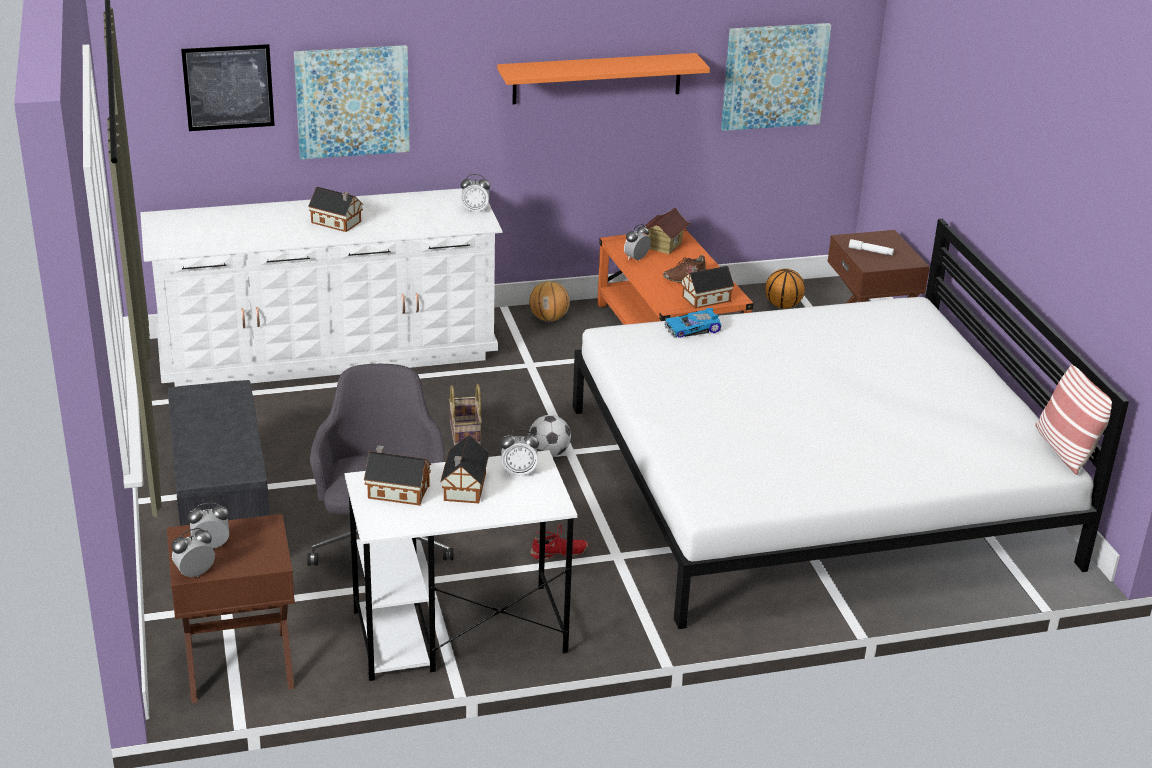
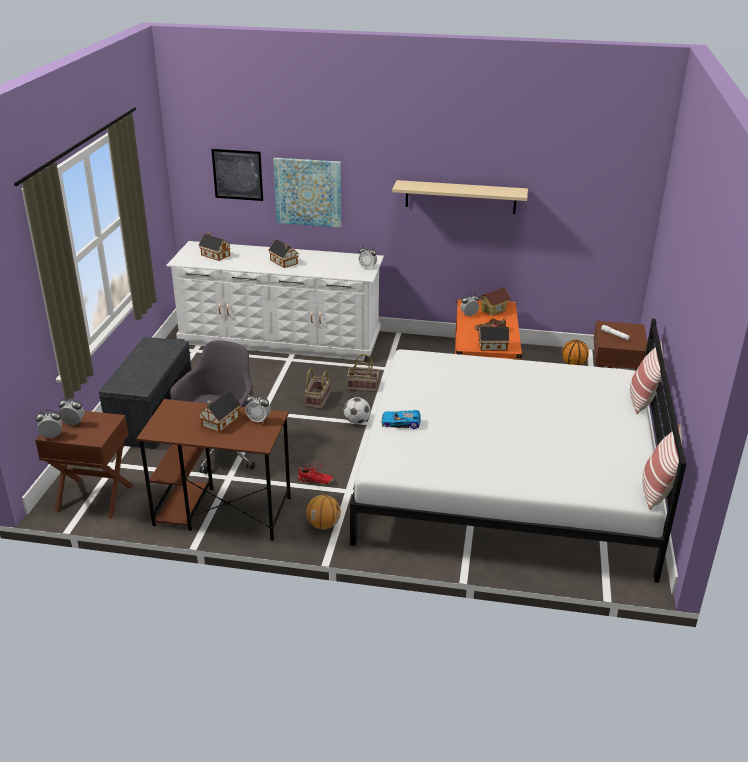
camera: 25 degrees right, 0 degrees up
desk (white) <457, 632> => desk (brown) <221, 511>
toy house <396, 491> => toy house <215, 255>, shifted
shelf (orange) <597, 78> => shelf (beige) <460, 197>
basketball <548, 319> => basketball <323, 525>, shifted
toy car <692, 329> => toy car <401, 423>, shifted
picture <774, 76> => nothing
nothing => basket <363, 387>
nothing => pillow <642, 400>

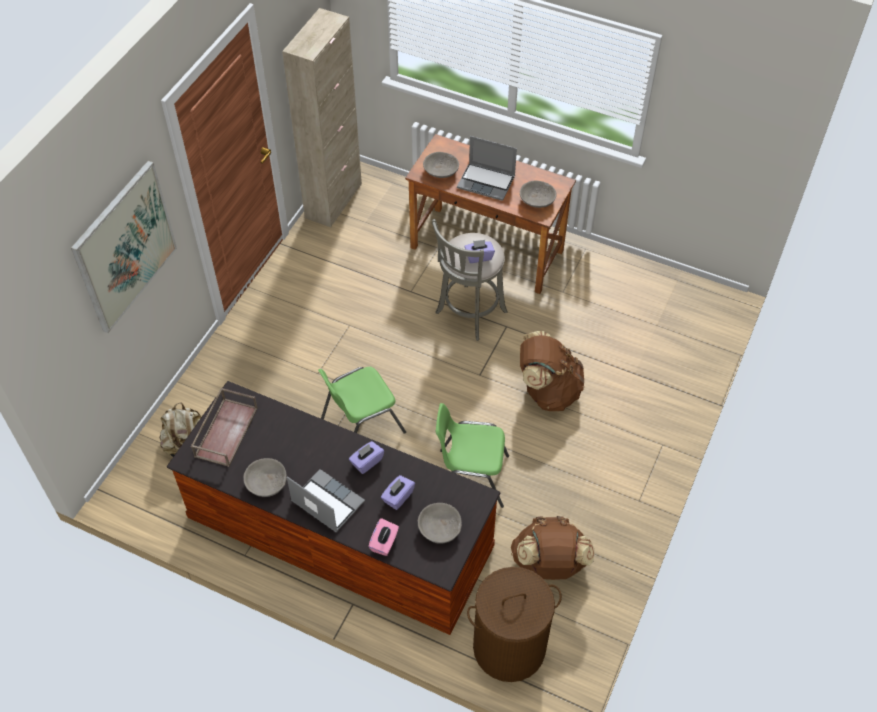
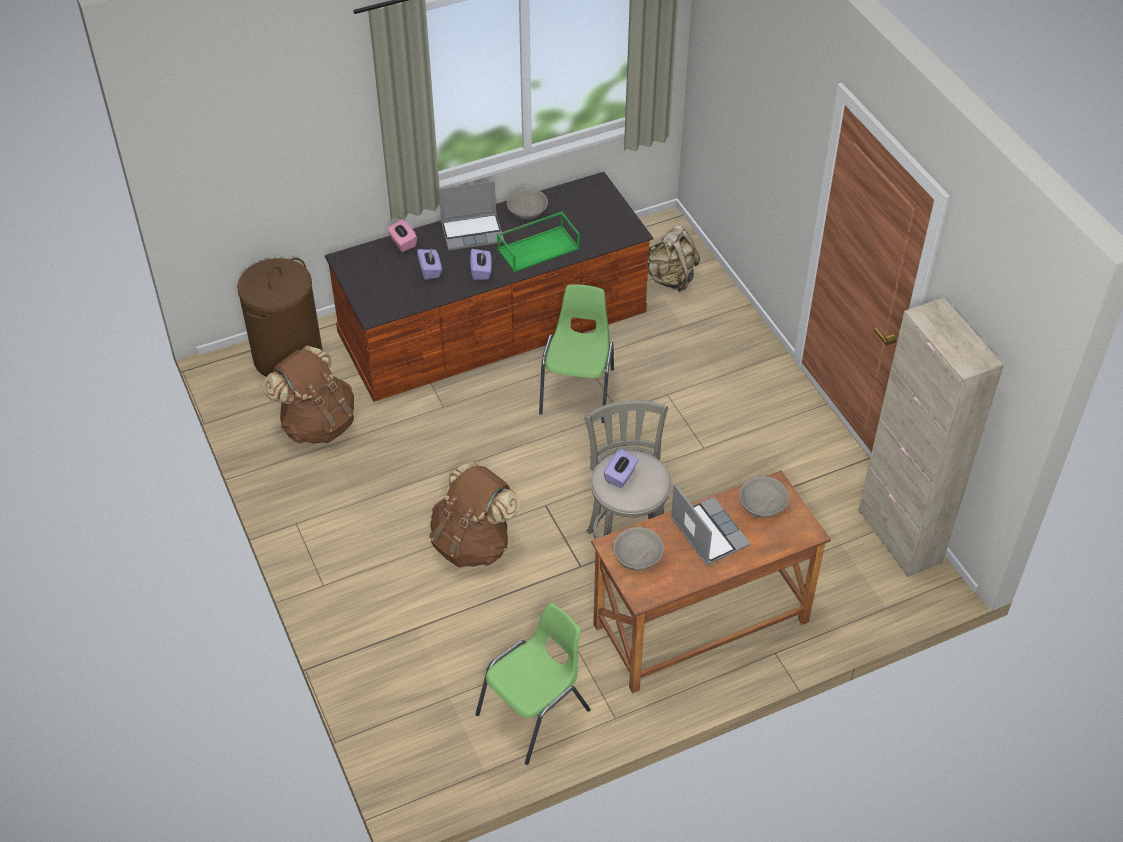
camera: 130 degrees right, 5 degrees down
picture <125, 247> => nothing
tray (brown) <226, 431> => nothing
bowl (grey) <439, 528> => nothing
chair (green) <470, 476> => chair (green) <535, 712>, shifted
laptop <487, 182> => laptop <708, 532>, 90 degrees clockwise
nothing => tray (green) <538, 248>

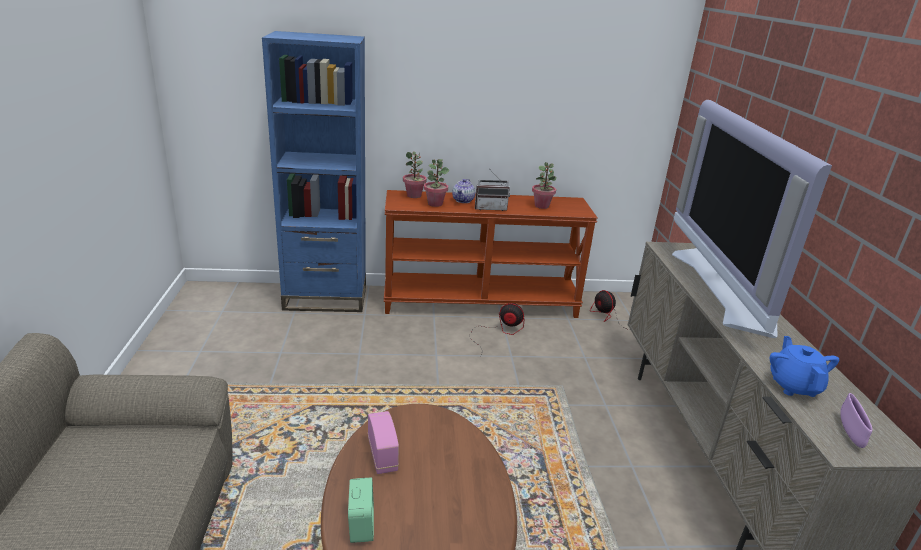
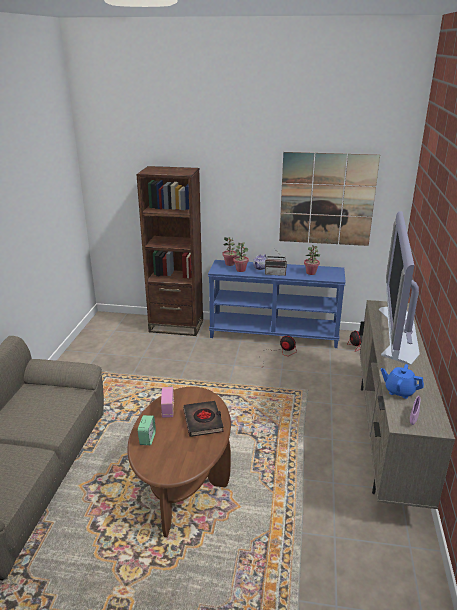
camera: 15 degrees right, 0 degrees up
bookcase (blue) <325, 298> => bookcase (brown) <176, 326>
console table (brown) <480, 302> => console table (blue) <274, 334>
teapot (blue) <793, 386> => teapot (blue) <399, 391>, 75 degrees counterclockwise
nothing => book (black) <203, 421>
nothing => picture <327, 199>

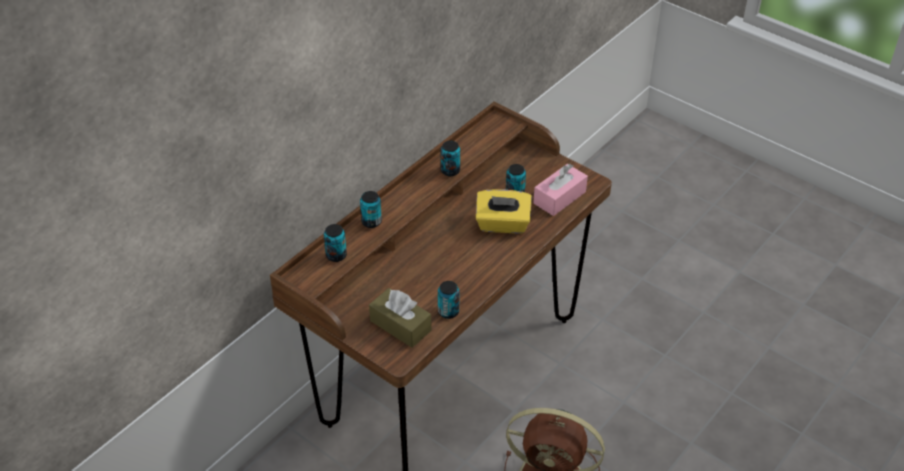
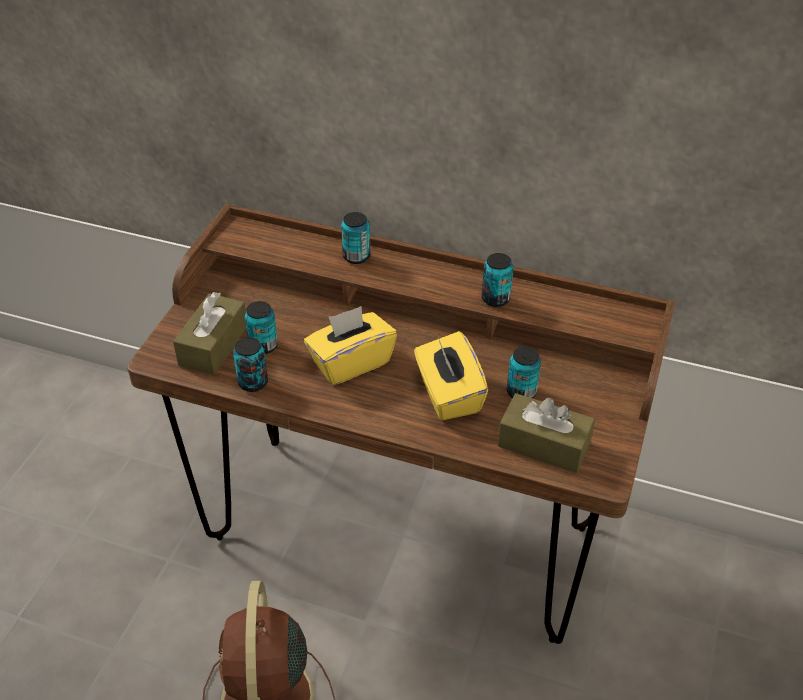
camera: 70 degrees right, 0 degrees up
can <336, 255> => can <263, 346>, shifted
tissue box (pink) <559, 197> => tissue box (brown) <544, 444>
nothing => tissue box (yellow) <351, 362>

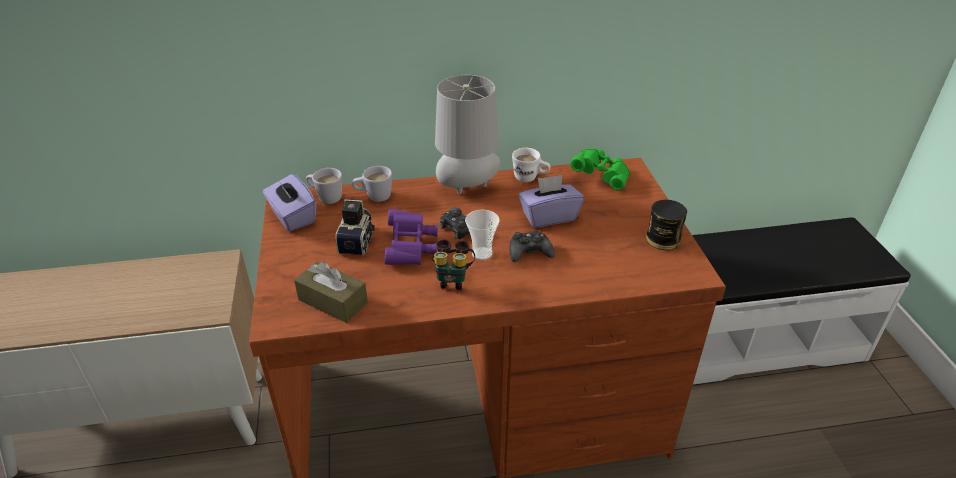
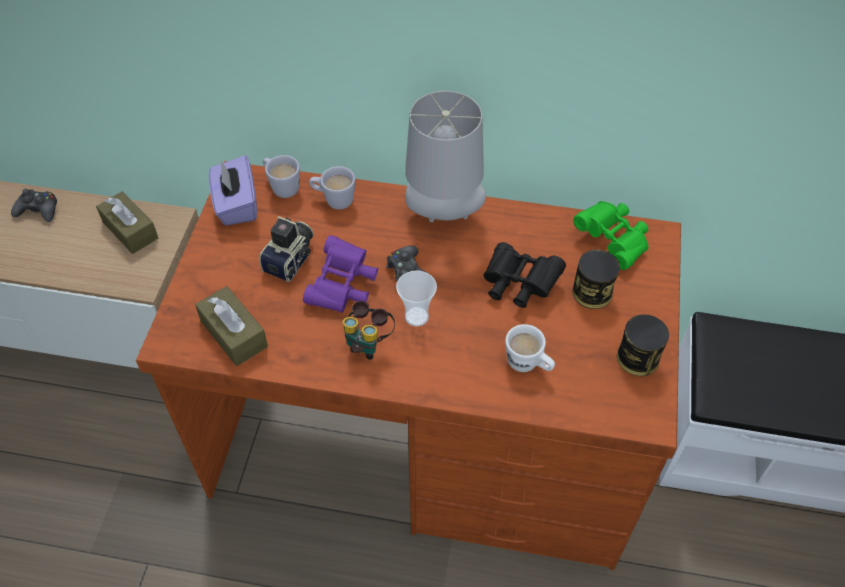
camera: 20 degrees right, 15 degrees up
game controller (black) <529, 252> => game controller (black) <38, 210>, shifted
mug (white) <530, 178> => mug (white) <528, 365>, shifted
tissue box (purple) <549, 216> => binoculars (black) <518, 284>
nothing => tissue box (brown) <130, 230>
nothing => can <592, 292>

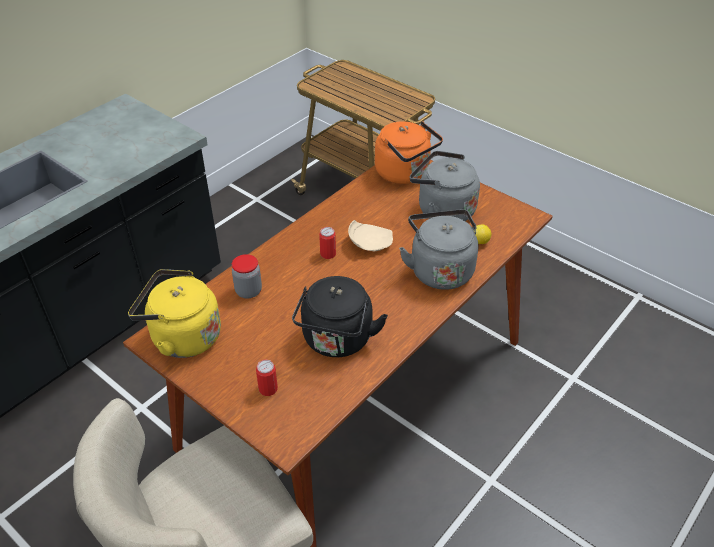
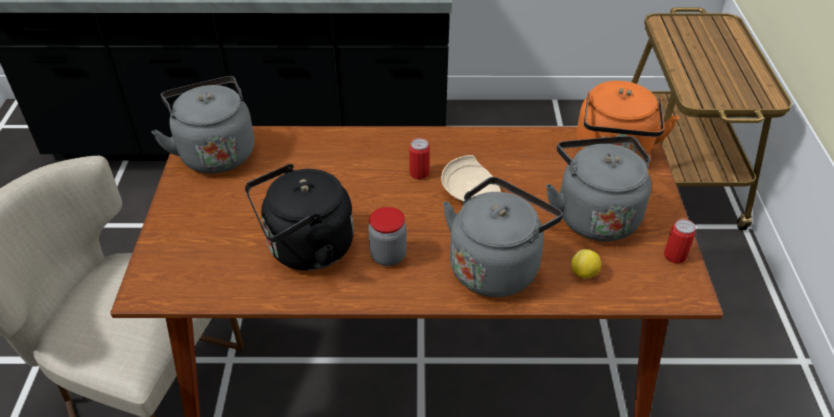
camera: 50 degrees right, 0 degrees up
kettle (yellow) <182, 337> => kettle (grey) <215, 152>
jar <248, 291> => jar <388, 256>, shifted
can <268, 389> => can <675, 256>, shifted

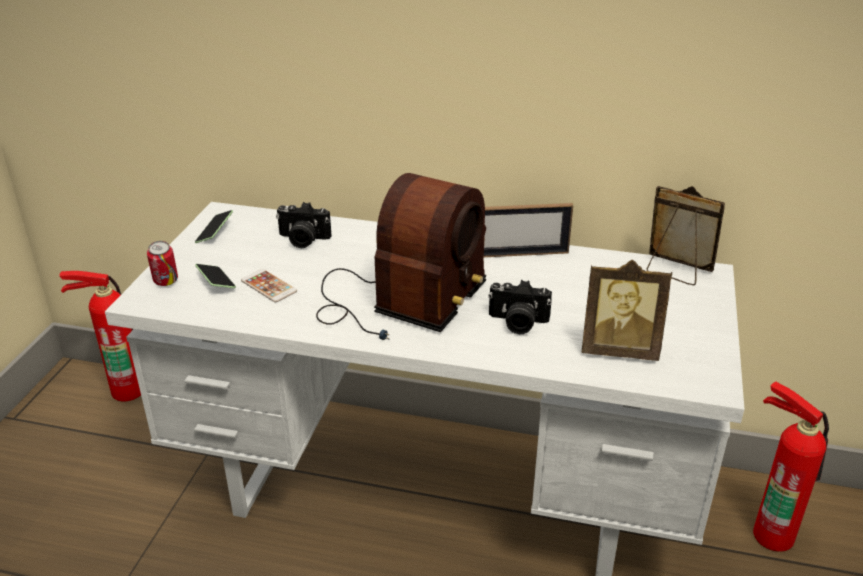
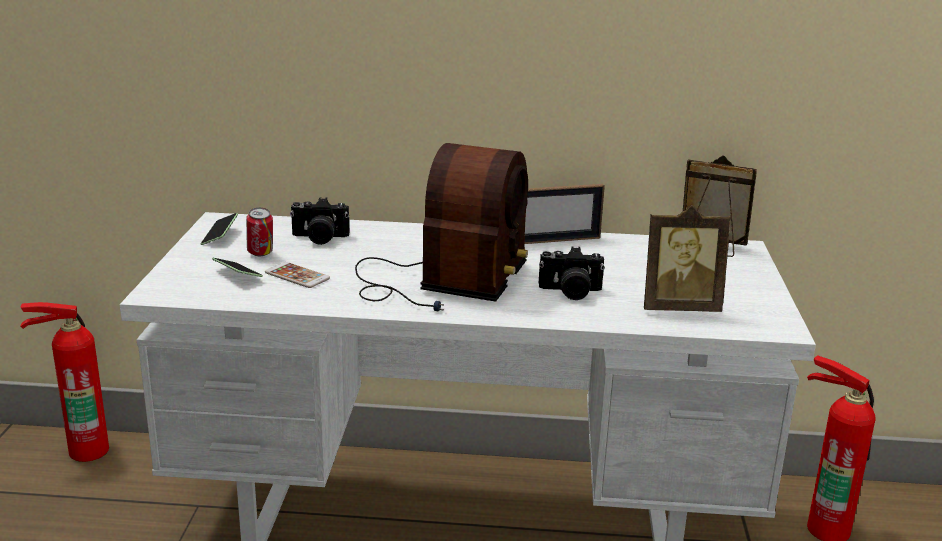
camera: 10 degrees left, 10 degrees down
can <166, 283> => can <261, 254>, shifted

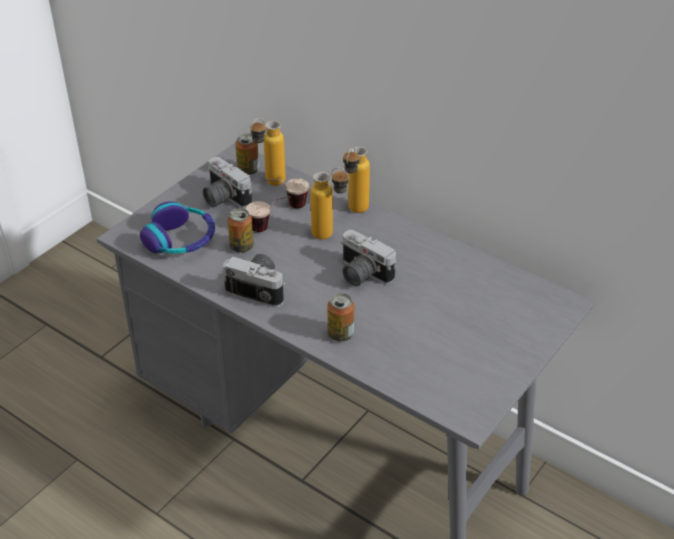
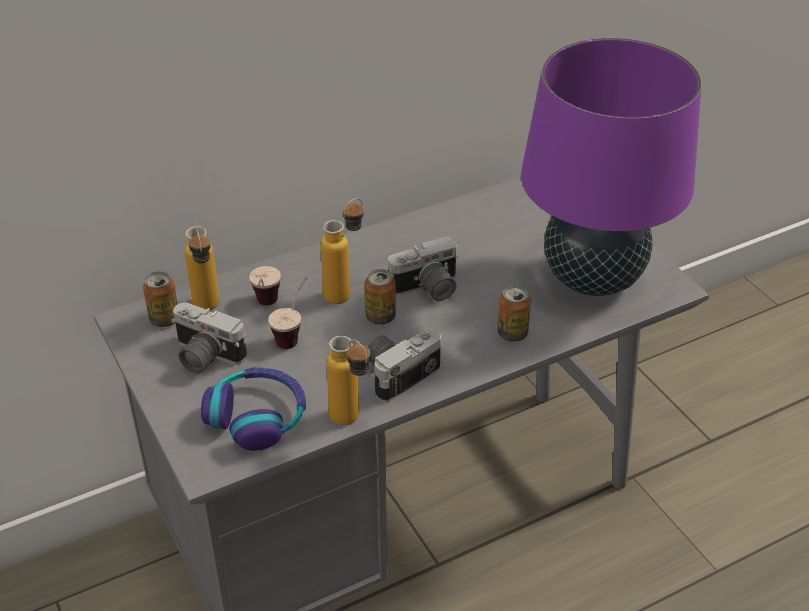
camera: 65 degrees left, 0 degrees up
photo camera <222, 198> => photo camera <203, 357>, 45 degrees clockwise
can <241, 247> => can <380, 317>, shifted
bottle <354, 212> => bottle <352, 423>, shifted
nothing => table lamp (purple) <592, 278>

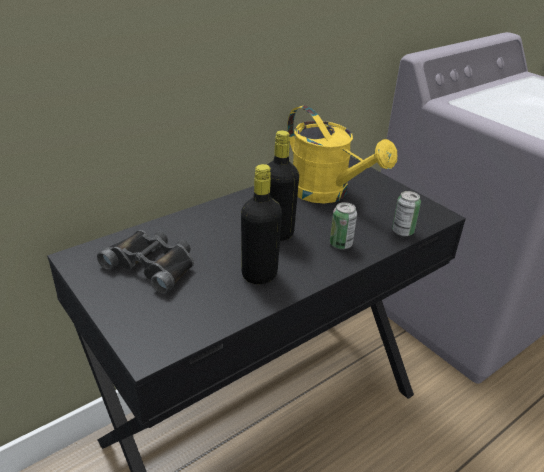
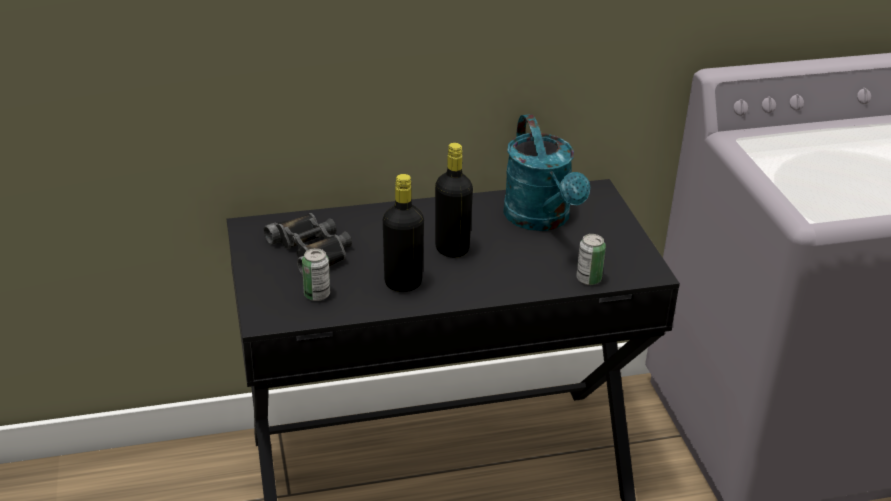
camera: 25 degrees right, 0 degrees up
watering can (yellow) <327, 193> => watering can (turquoise) <542, 220>
can <340, 244> => can <317, 295>, shifted

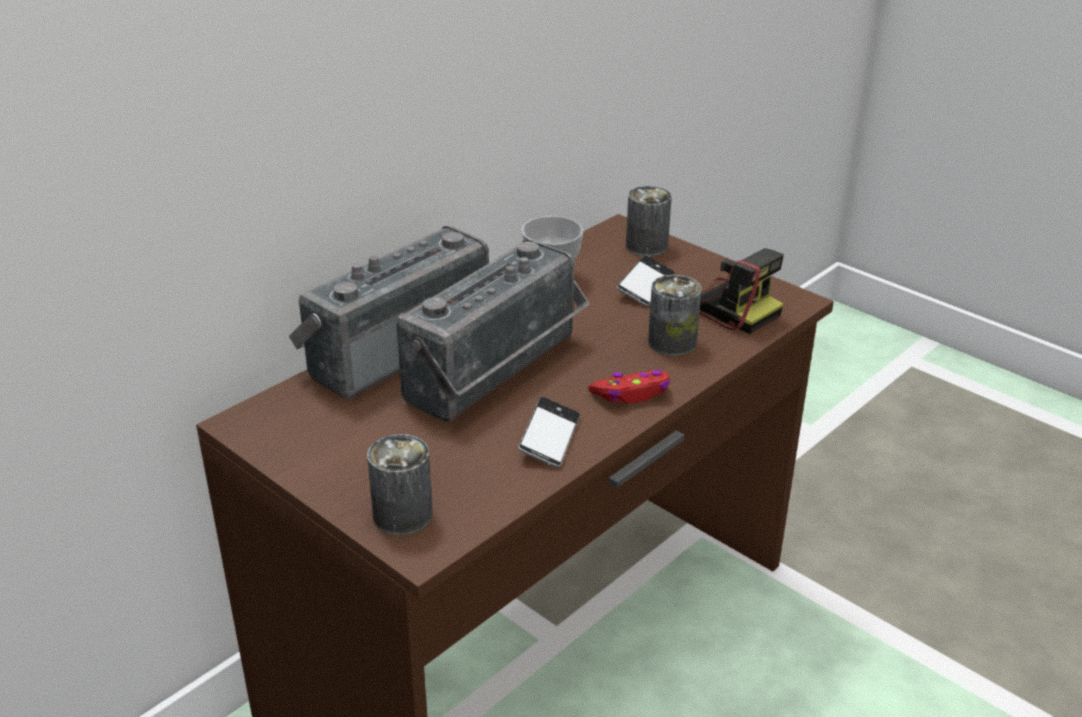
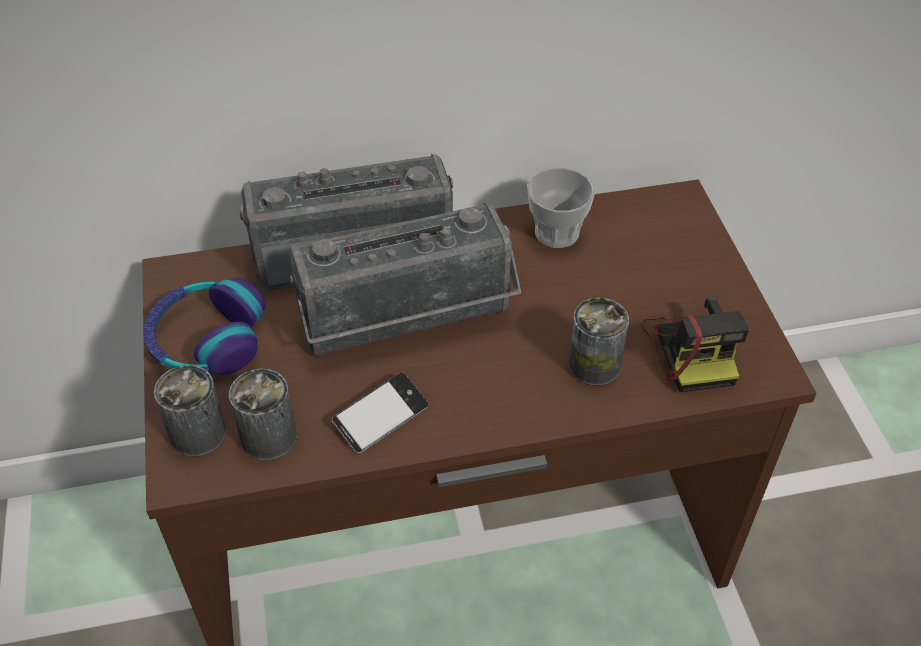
camera: 35 degrees right, 15 degrees up
game controller (red) <632, 394> => nothing
phone <645, 286> => nothing
can <646, 246> => can <269, 437>, shifted
nothing => headphones <207, 339>

